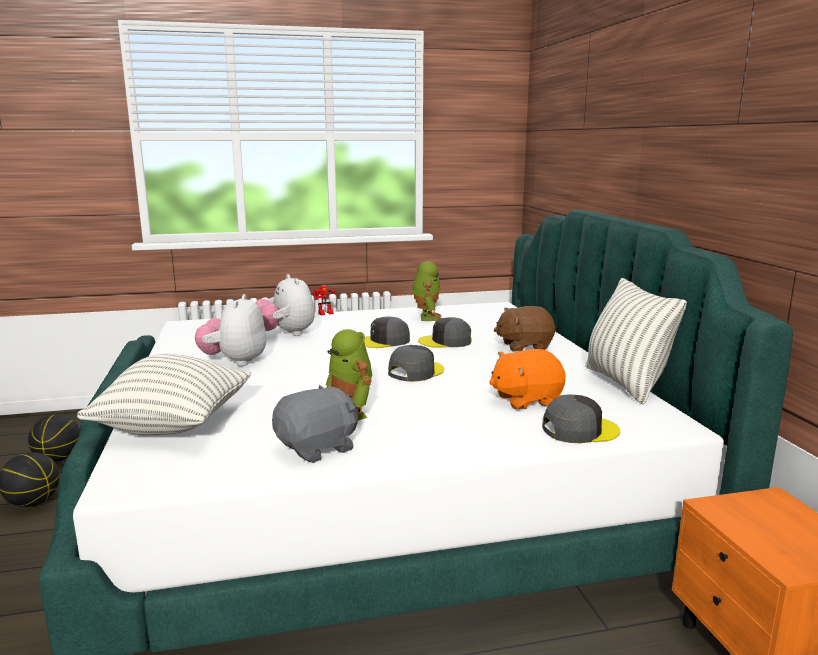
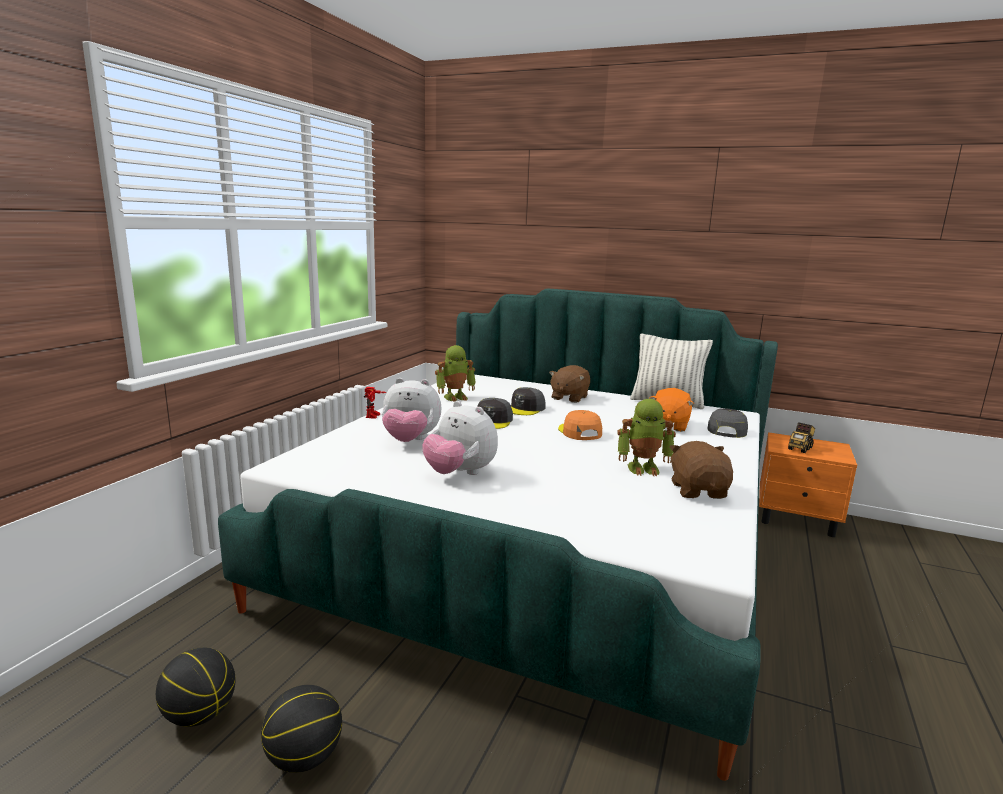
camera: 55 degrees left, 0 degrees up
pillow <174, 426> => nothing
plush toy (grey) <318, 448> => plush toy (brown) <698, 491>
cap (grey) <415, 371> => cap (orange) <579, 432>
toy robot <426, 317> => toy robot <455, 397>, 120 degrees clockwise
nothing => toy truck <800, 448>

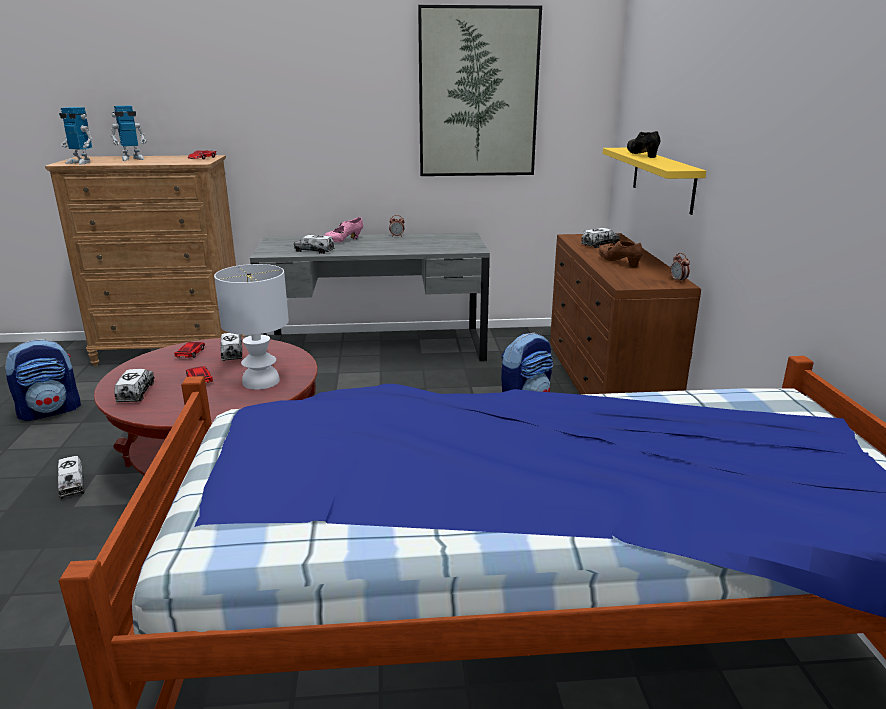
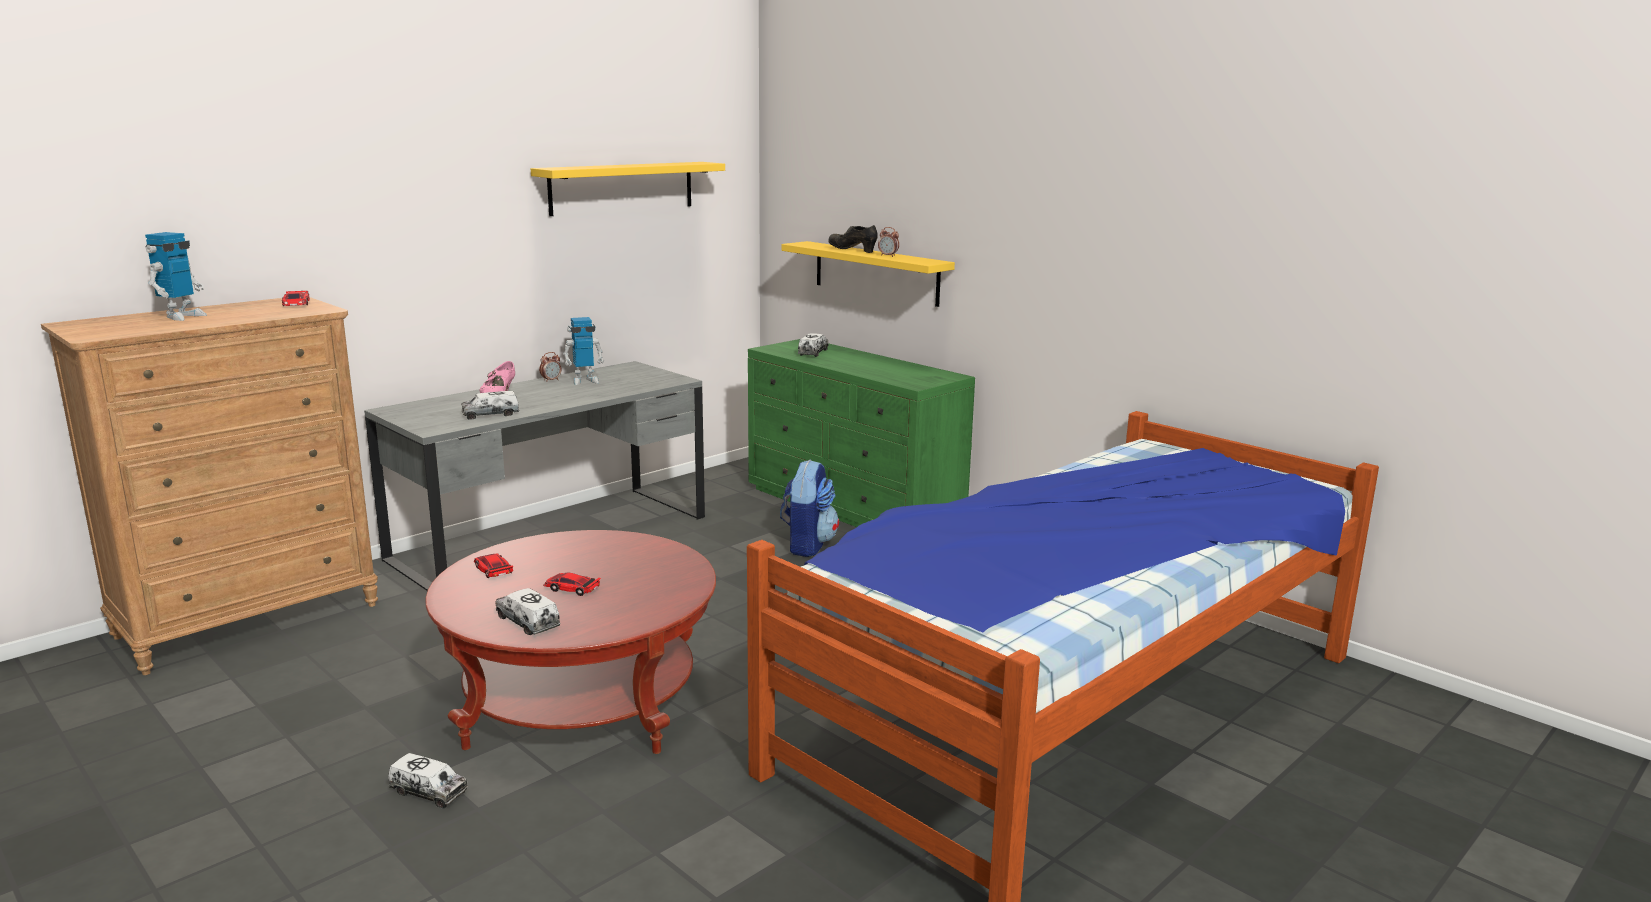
camera: 40 degrees left, 5 degrees down
backpack <50, 411> => nothing
toy robot <81, 163> => toy robot <585, 381>, shifted
table lamp (white) <262, 381> => nothing
toy truck <232, 353> => nothing
picture <478, 94> => shelf (yellow) <622, 187>
dresser (brown) <606, 384> => dresser (green) <854, 507>
shoe (brown) <619, 263> => nothing
alarm clock <678, 281> => alarm clock <888, 256>, shifted

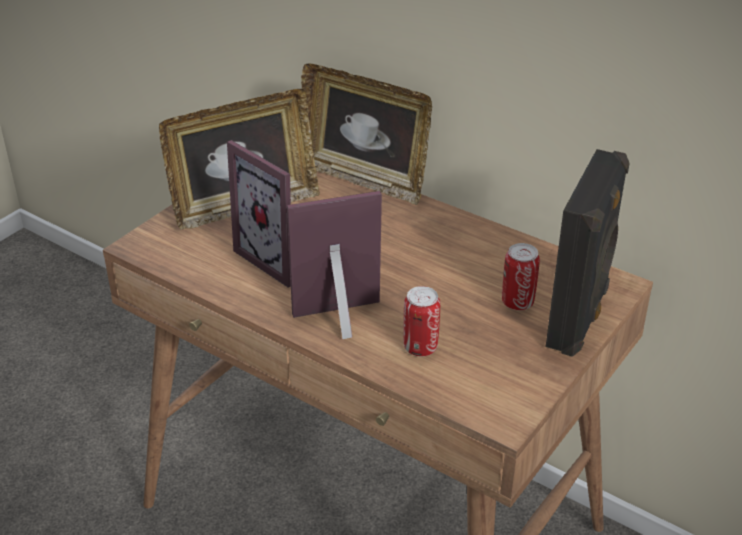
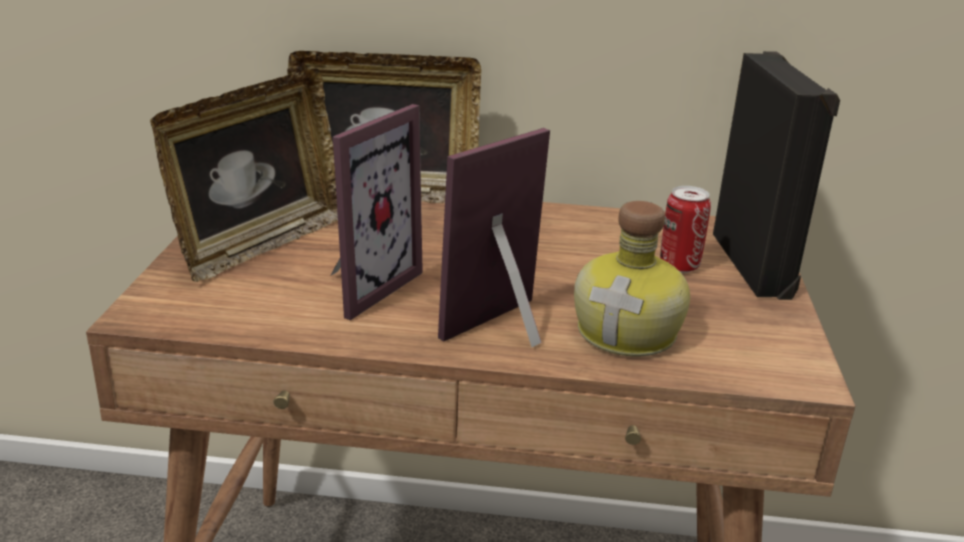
camera: 30 degrees left, 10 degrees down
picture frame <279, 258> => picture frame <360, 286>, 75 degrees counterclockwise
can <420, 347> => bottle <630, 333>

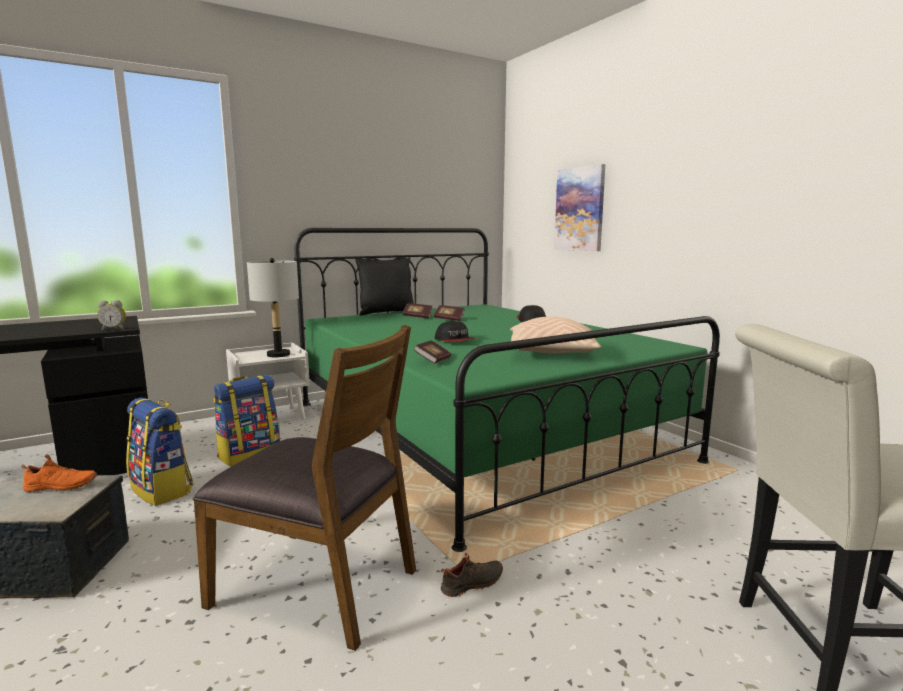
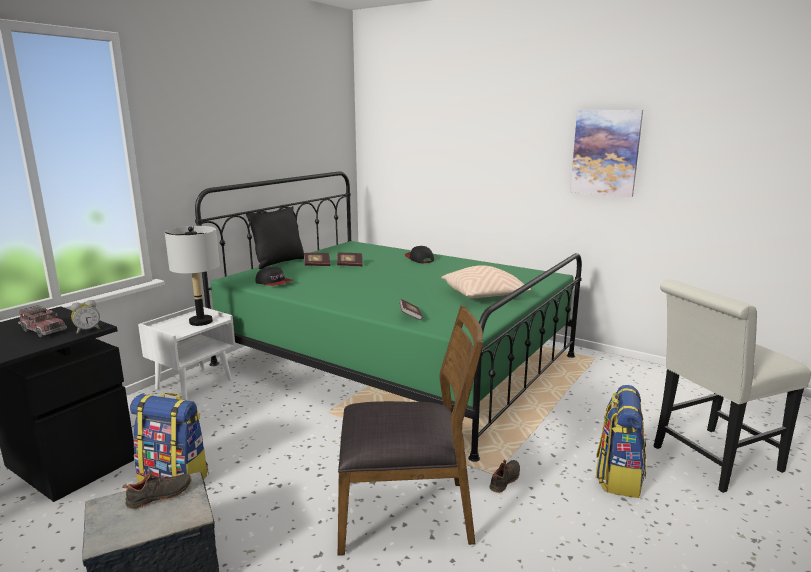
camera: 25 degrees left, 5 degrees up
shoe (orange) <60, 487> => shoe (black) <160, 496>
backpack <249, 454> => backpack <618, 477>, shifted
cap <455, 340> => cap <274, 283>, shifted
picture <580, 209> => picture <605, 152>, shifted
nothing => toy truck <43, 330>

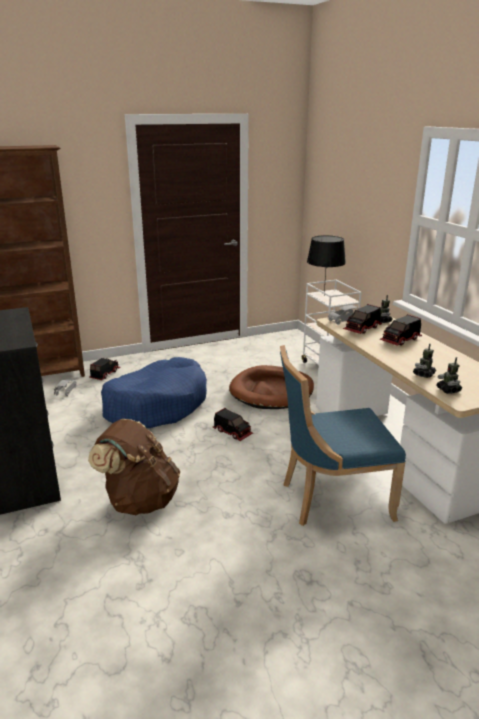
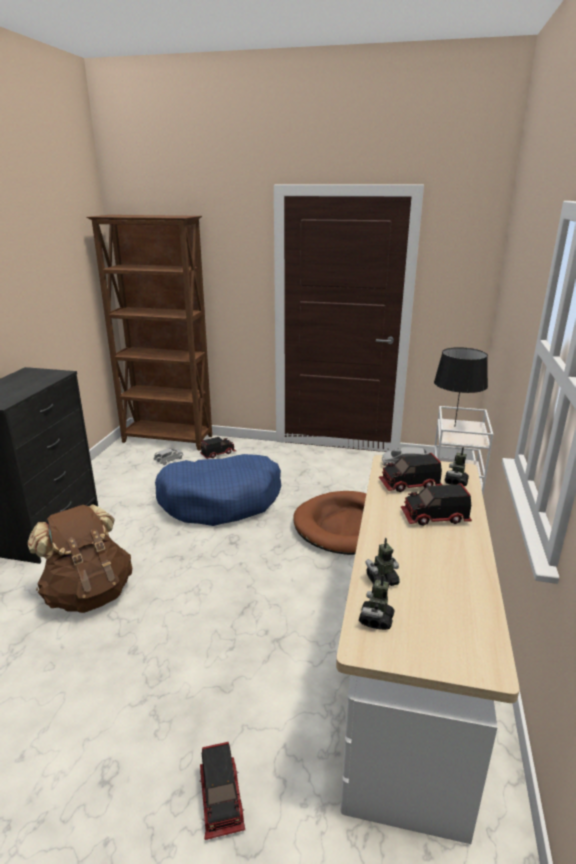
camera: 35 degrees right, 0 degrees up
toy truck <233, 432> => toy truck <222, 799>, shifted
chair (blue) <331, 499> => nothing

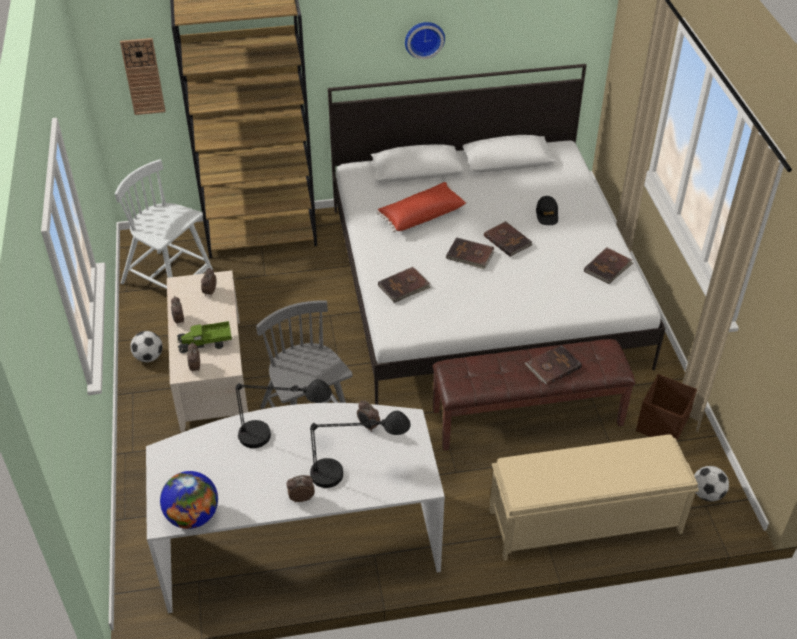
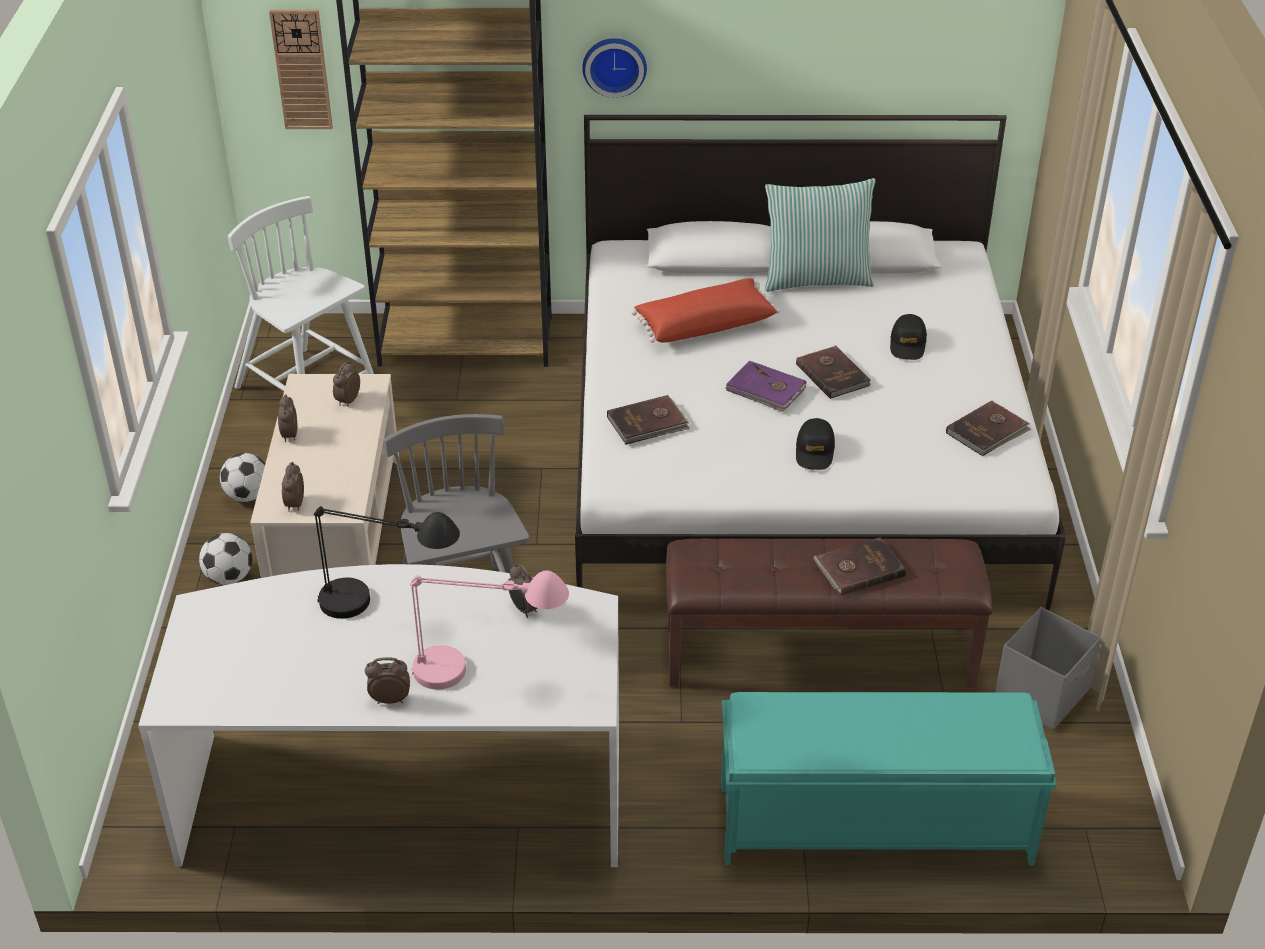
camera: 10 degrees right, 5 degrees down
globe <193, 516> => nothing
toy truck <205, 343> => nothing
table lamp (black) <356, 473> => table lamp (pink) <486, 674>
wall clock <424, 38> => wall clock <614, 65>, shifted
book (brown) <470, 255> => book (purple) <766, 390>
bench (beige) <583, 521> => bench (turquoise) <871, 824>
storage box (brown) <662, 424> => storage box (grey) <1042, 694>
football <707, 494> => football <229, 577>, shifted
nothing => pillow <816, 279>
nothing => cap (black) <815, 451>

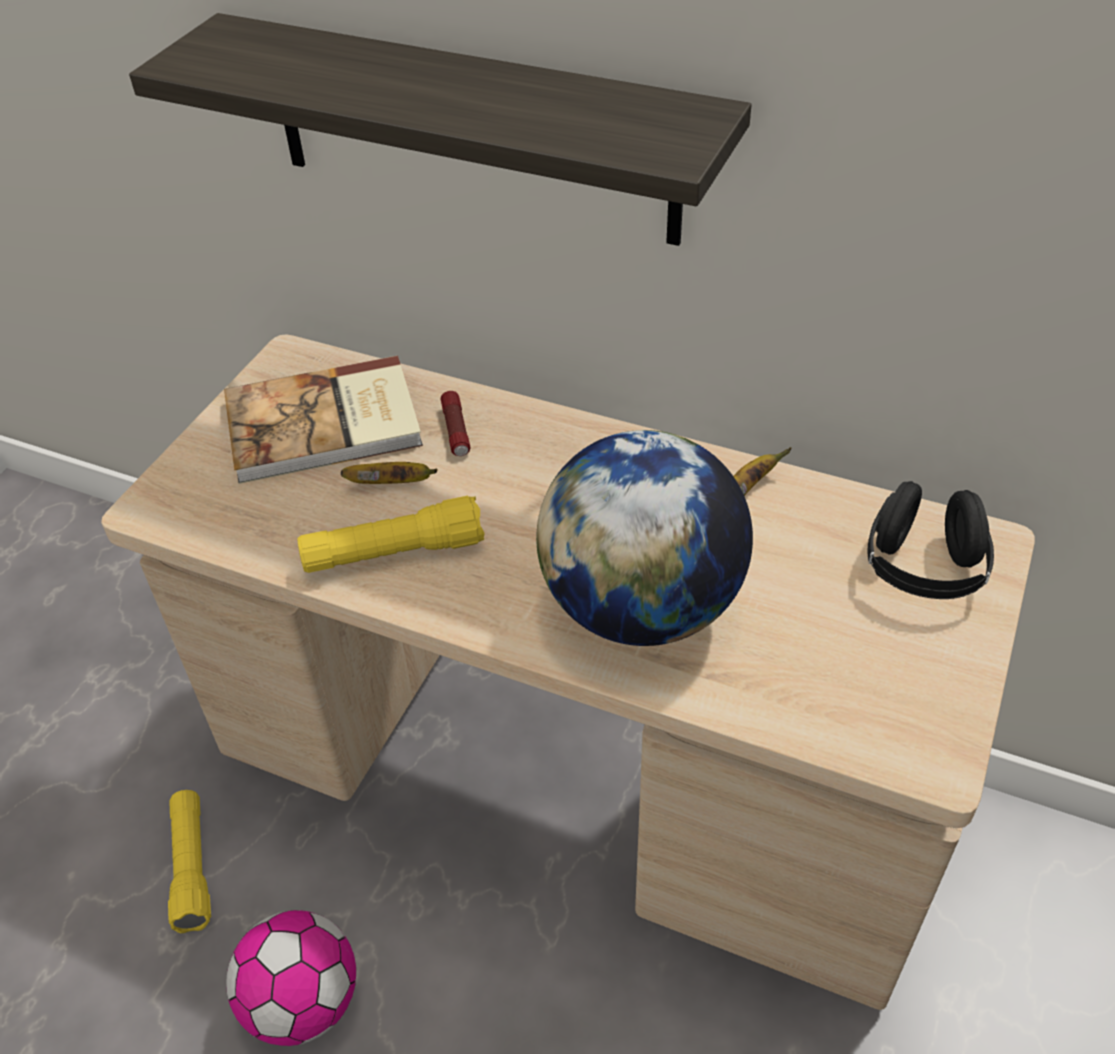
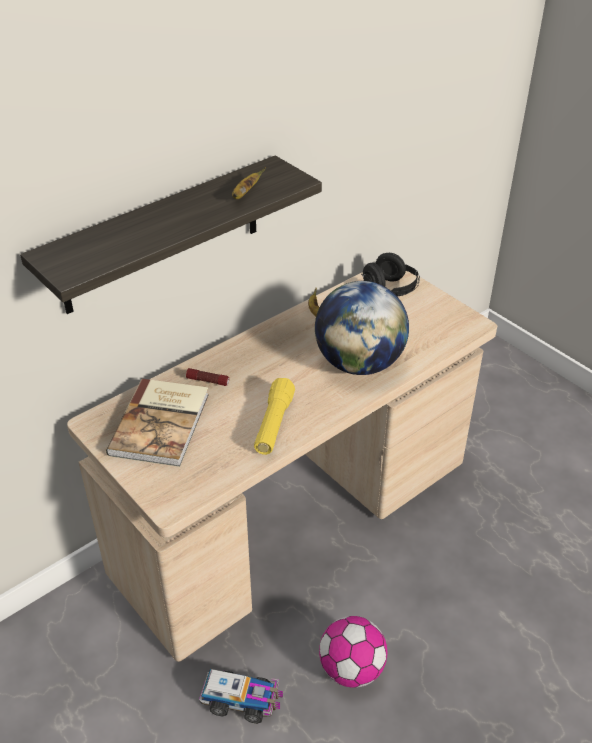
camera: 65 degrees left, 5 degrees down
flashlight (yellow) <192, 867> => toy truck <242, 701>
banana <392, 484> => banana <245, 194>, shifted

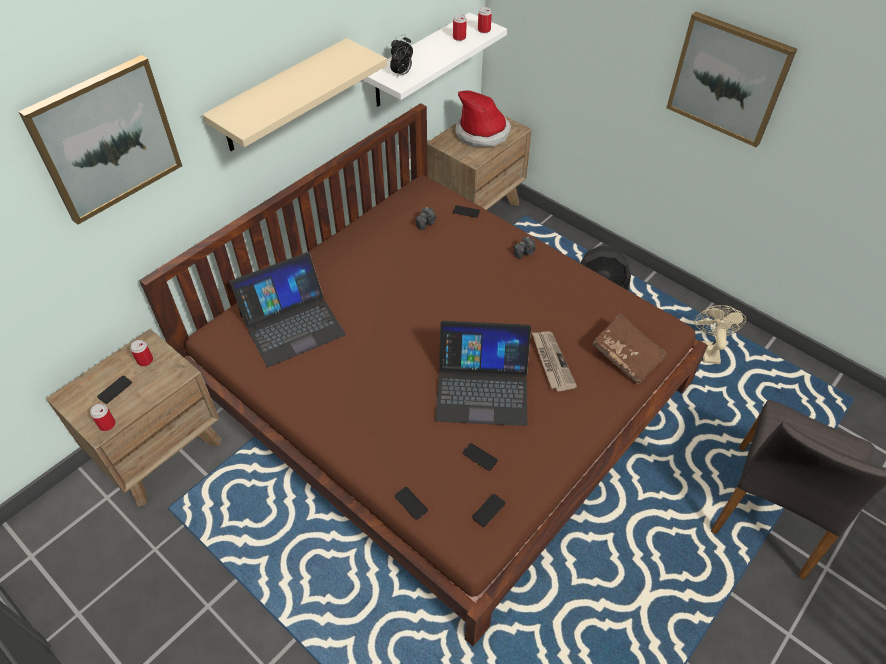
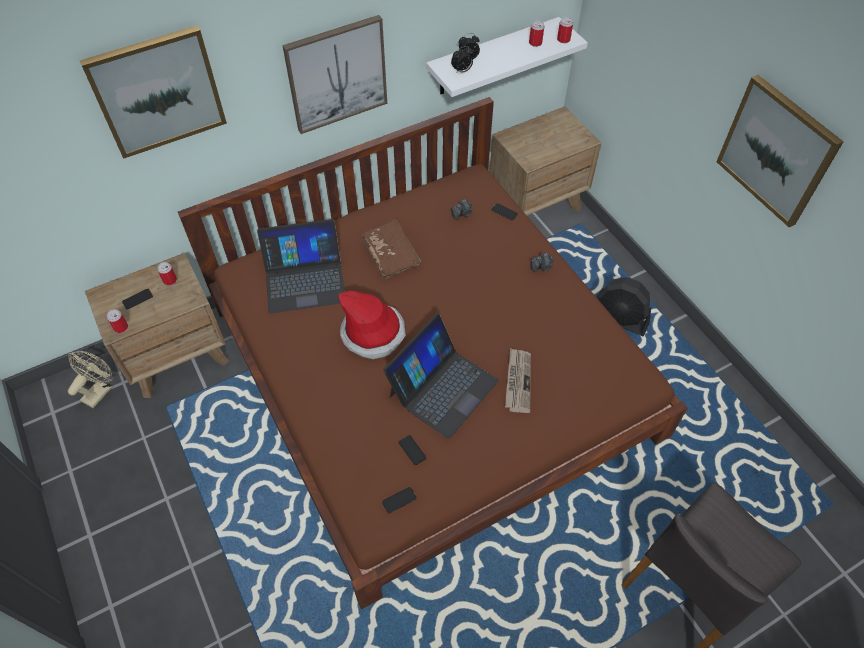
camera: 20 degrees right, 5 degrees up
shelf (beige) <282, 96> => picture <337, 74>
phone <411, 503> => nothing
laptop <482, 388> => laptop <442, 387>, 75 degrees counterclockwise
hat <482, 132> => hat <373, 333>, shifted
book (brown) <627, 356> => book (brown) <391, 255>, shifted
fan (beige) <709, 349> => fan (beige) <100, 390>, shifted

